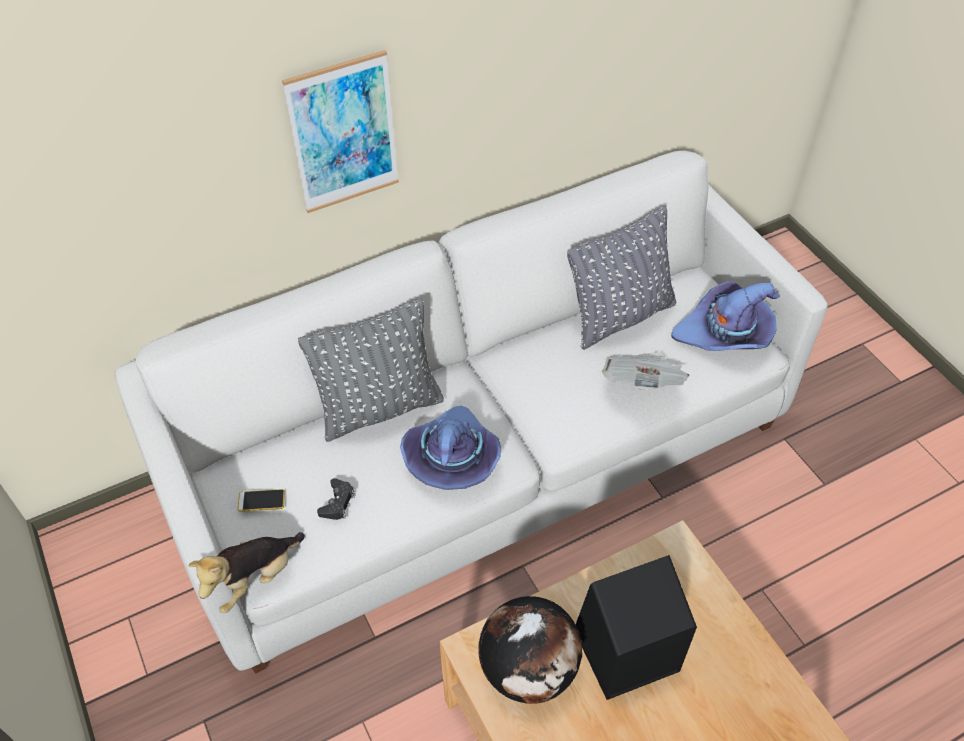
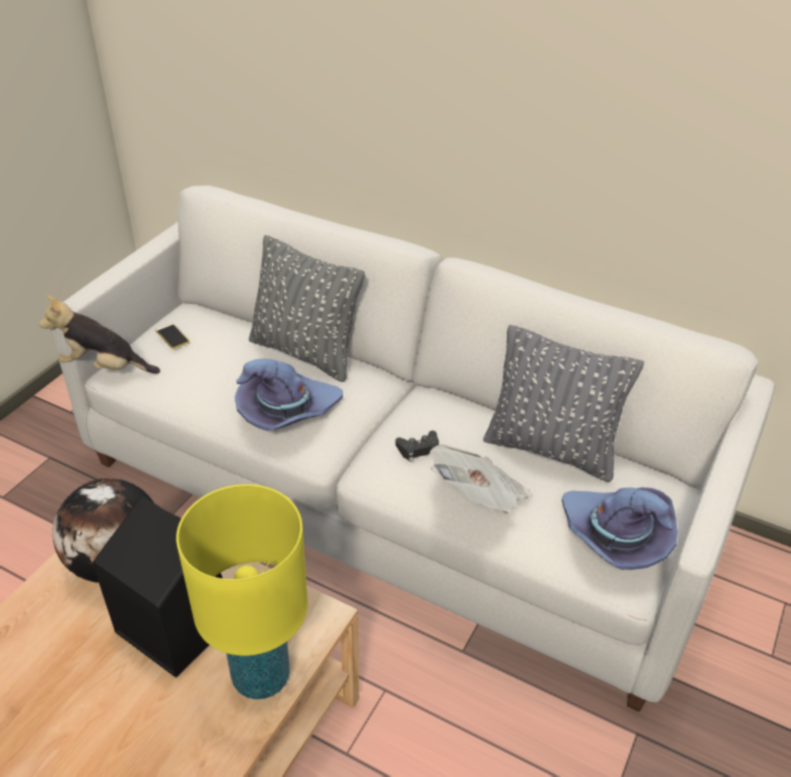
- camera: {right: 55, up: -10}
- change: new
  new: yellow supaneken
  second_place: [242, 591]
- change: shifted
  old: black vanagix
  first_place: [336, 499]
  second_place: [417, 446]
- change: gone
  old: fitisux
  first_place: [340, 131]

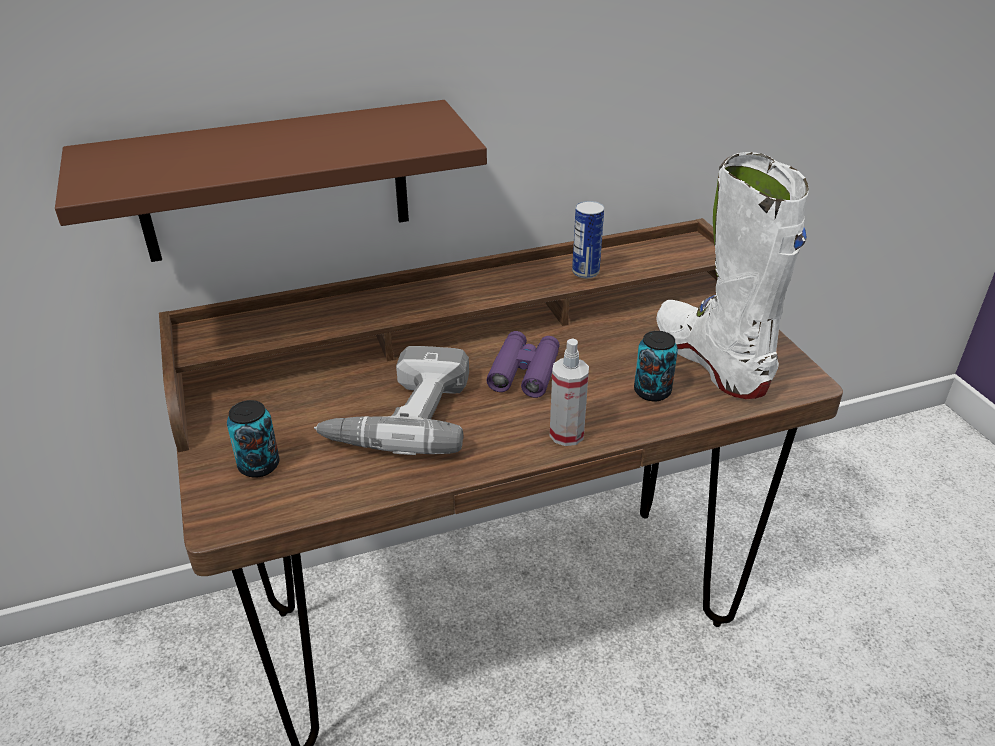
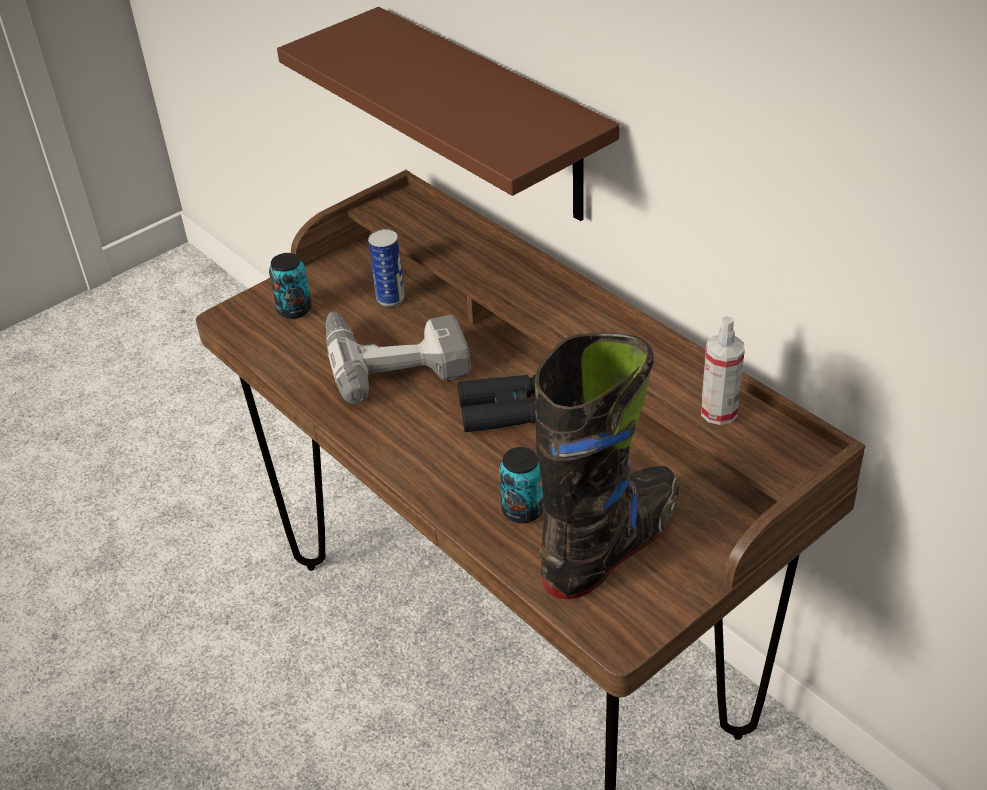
- camera: {right: 70, up: 5}
- change: shifted
  old: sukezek
  first_place: [588, 239]
  second_place: [386, 268]
- change: repainted
  old: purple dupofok
  new: black dupofok
  first_place: [523, 364]
  second_place: [496, 403]
- change: repainted
  old: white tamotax
  new: black tamotax
  first_place: [732, 275]
  second_place: [607, 465]
- change: shifted
  old: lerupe
  first_place: [569, 392]
  second_place: [723, 371]

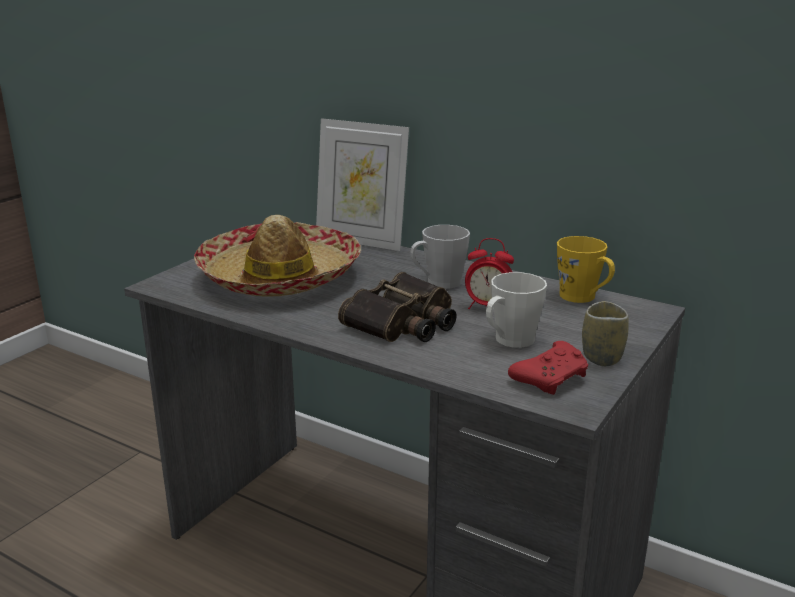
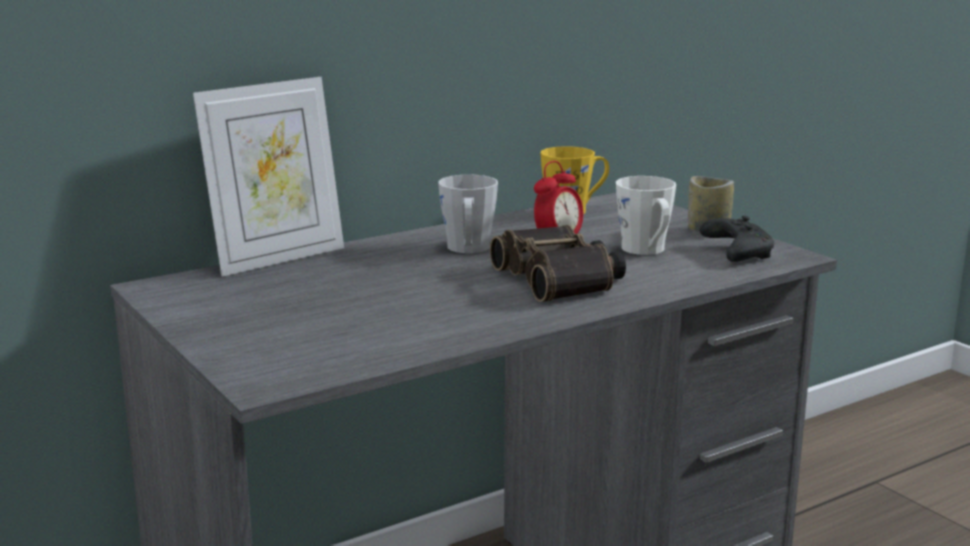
- camera: {right: -65, up: -5}
- change: repainted
  old: red vanagix
  new: black vanagix
  first_place: [548, 368]
  second_place: [737, 238]
- change: gone
  old: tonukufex
  first_place: [277, 255]

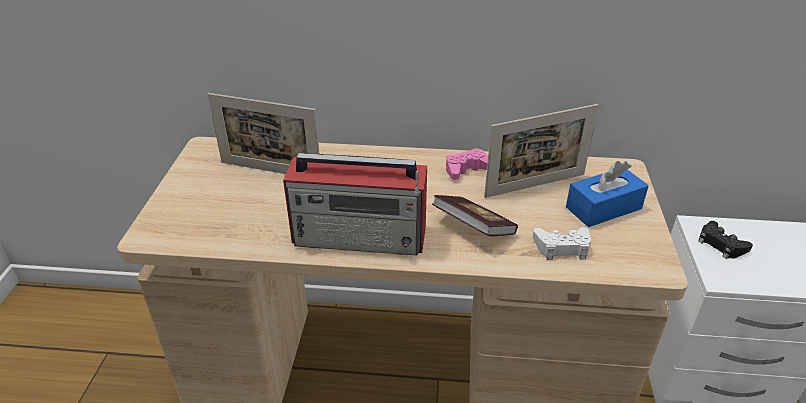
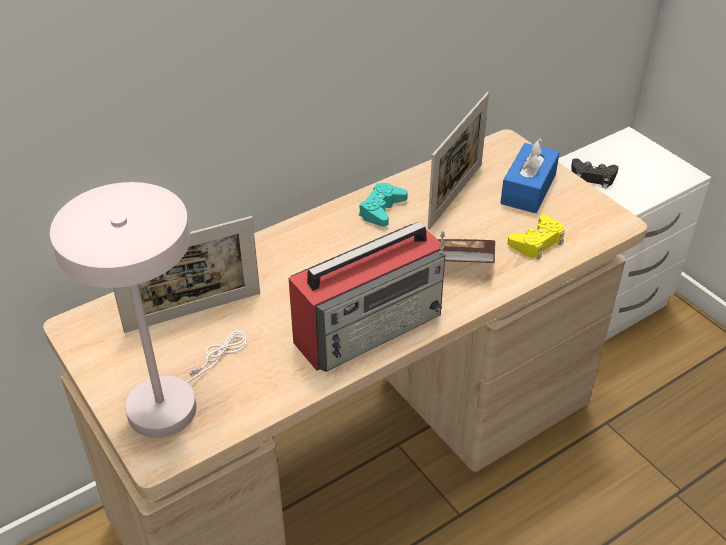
- camera: {right: -40, up: 5}
- change: new
  new: white supaneken
  second_place: [148, 310]
- change: repainted
  old: pink vanagix
  new: turquoise vanagix
  first_place: [467, 164]
  second_place: [383, 205]
- change: repainted
  old: white vanagix
  new: yellow vanagix
  first_place: [562, 243]
  second_place: [536, 237]

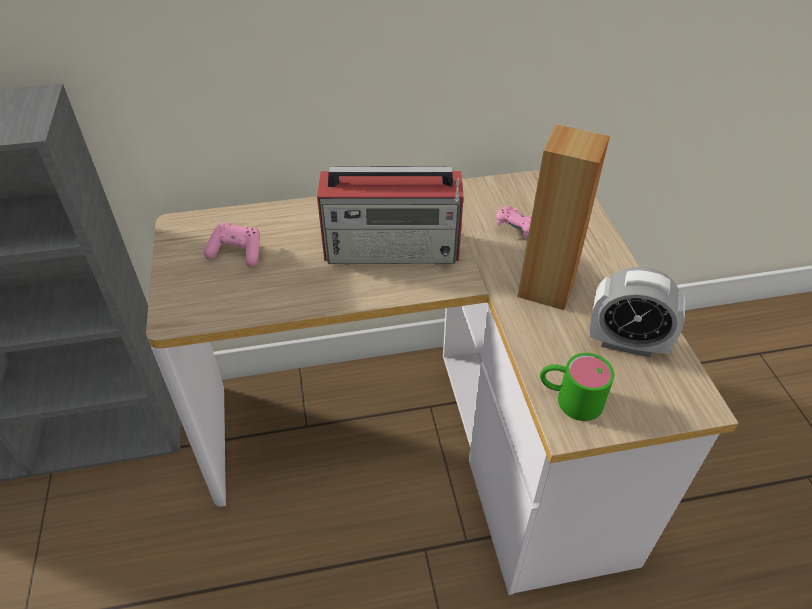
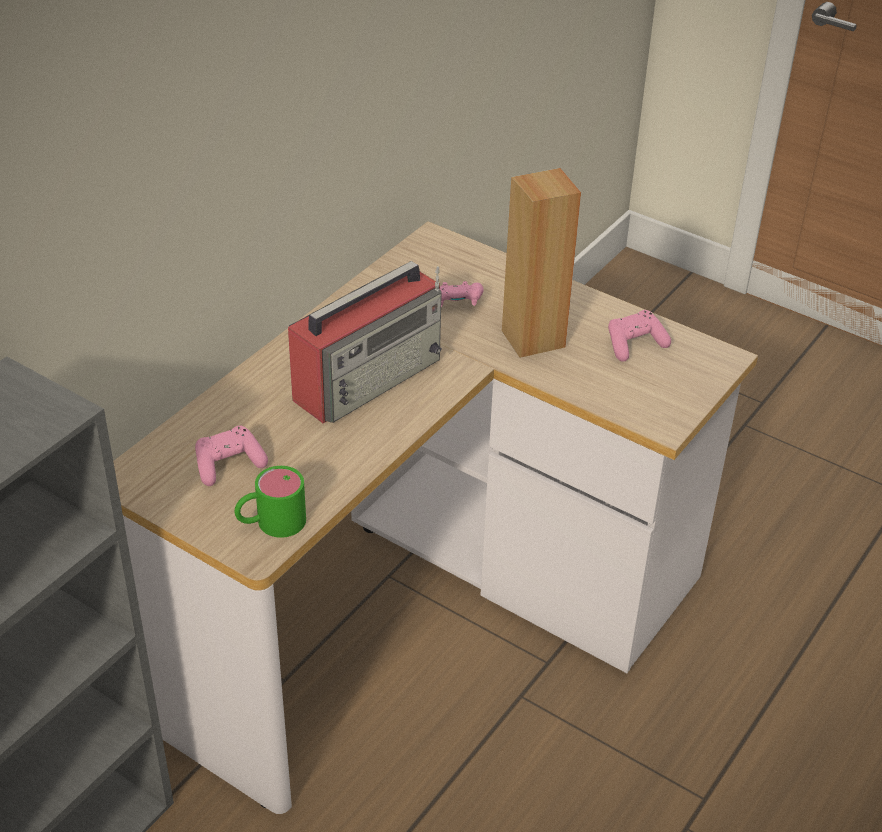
- camera: {right: -45, up: -5}
- change: shifted
  old: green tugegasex
  first_place: [577, 387]
  second_place: [270, 502]
- change: swapped
  old: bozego
  new: pink vanagix
  first_place: [637, 312]
  second_place: [639, 336]

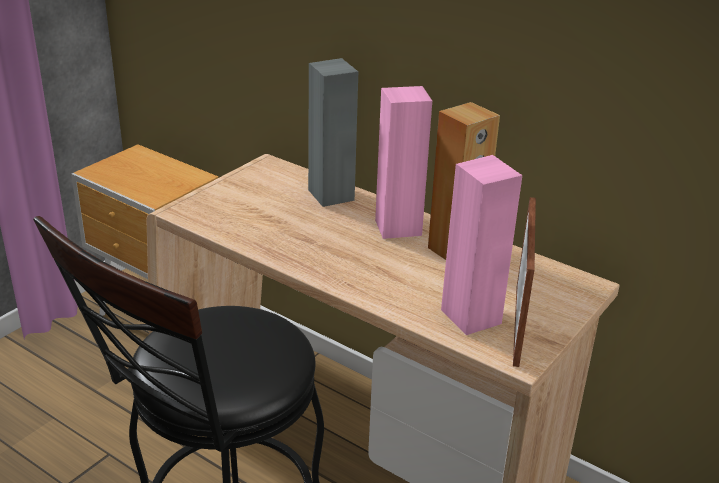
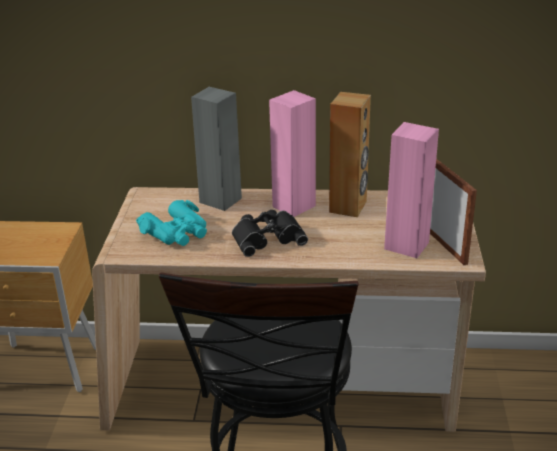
- camera: {right: -30, up: 0}
- change: new
  new: turquoise dupofok
  second_place: [171, 223]
- change: new
  new: black dupofok
  second_place: [270, 233]

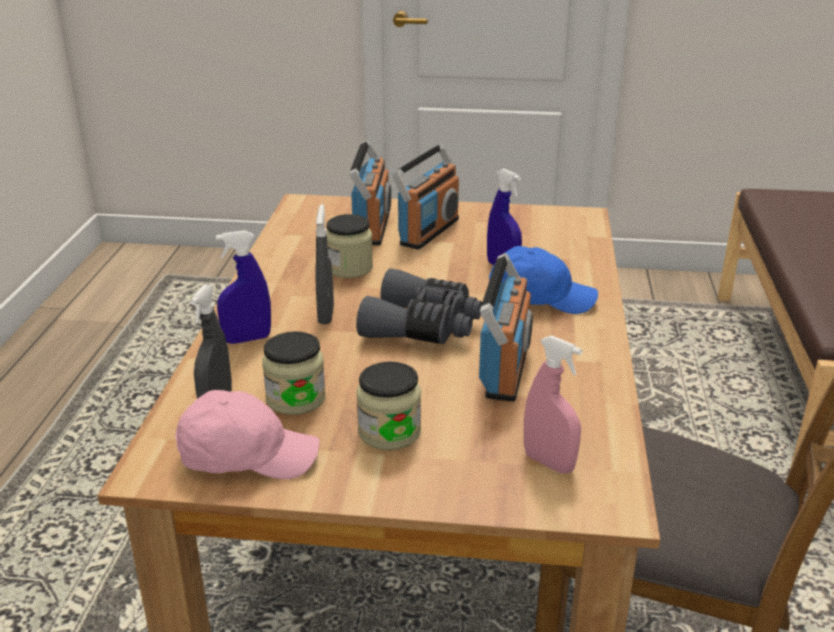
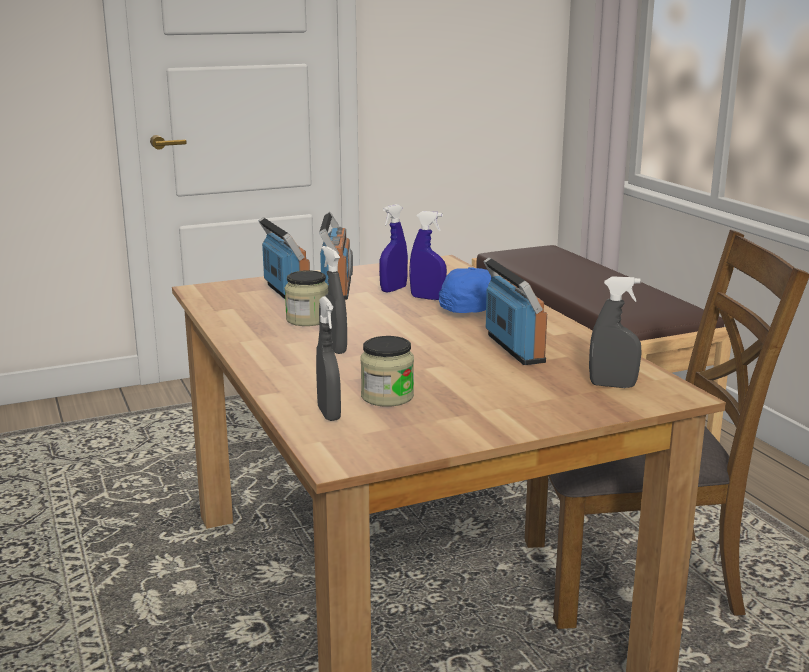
- camera: {right: -30, up: -10}
- change: shifted
  old: blue lerupe
  first_place: [243, 287]
  second_place: [393, 248]
- change: repainted
  old: pink lerupe
  new: grey lerupe
  first_place: [553, 404]
  second_place: [615, 332]
- change: gone
  old: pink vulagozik
  first_place: [247, 434]
- change: gone
  old: grey dupofok
  first_place: [419, 306]
- change: gone
  old: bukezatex
  first_place: [388, 406]

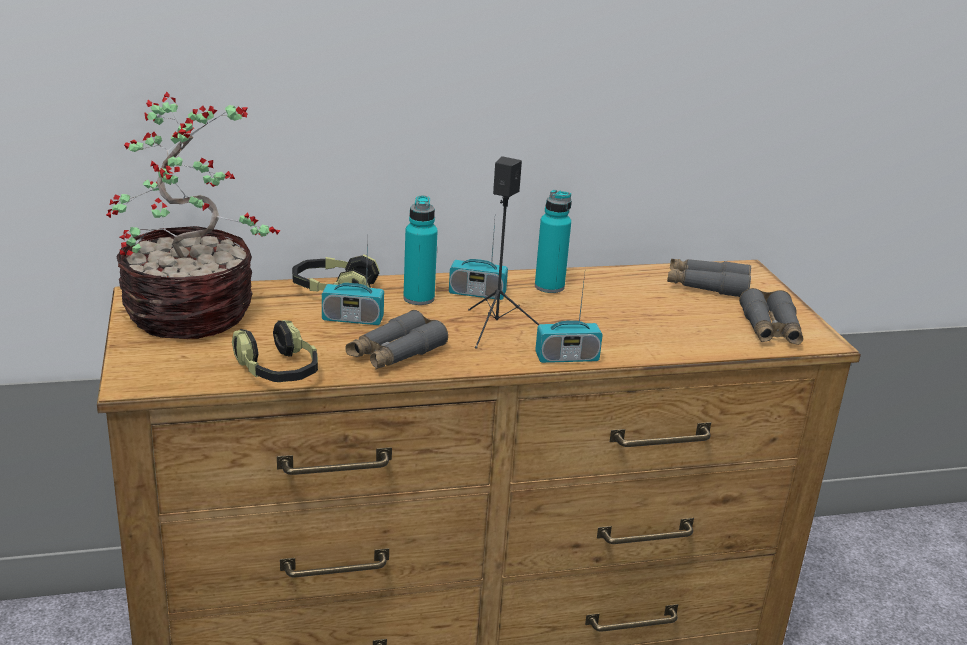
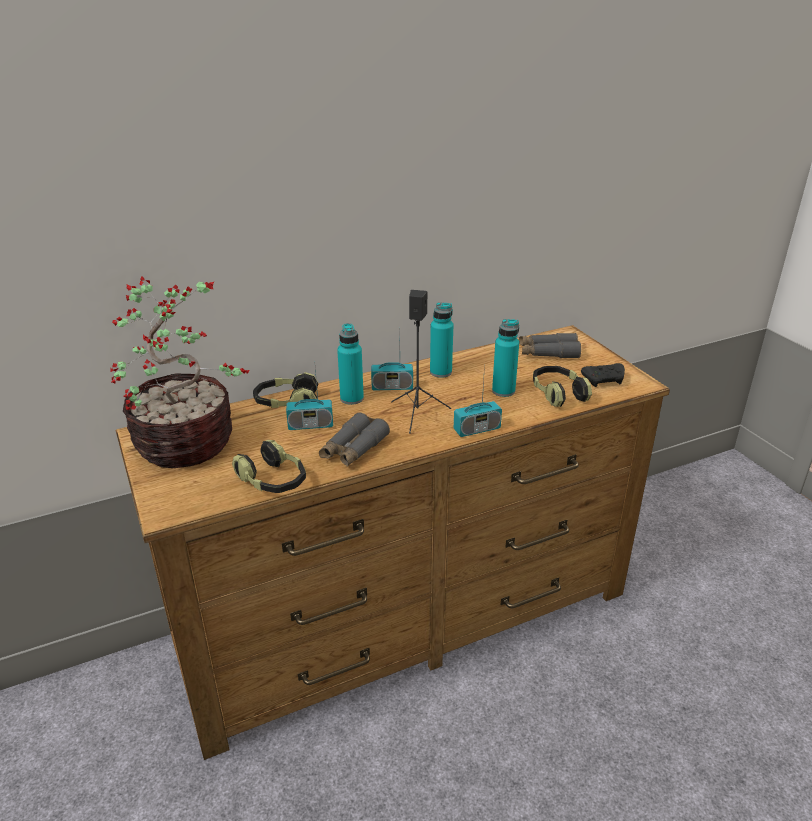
- camera: {right: -10, up: 5}
- change: new
  new: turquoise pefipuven
  second_place: [505, 358]
- change: new
  new: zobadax
  second_place: [562, 386]
- change: swapped
  old: grey dupofok
  new: black vanagix
  first_place: [771, 316]
  second_place: [603, 375]

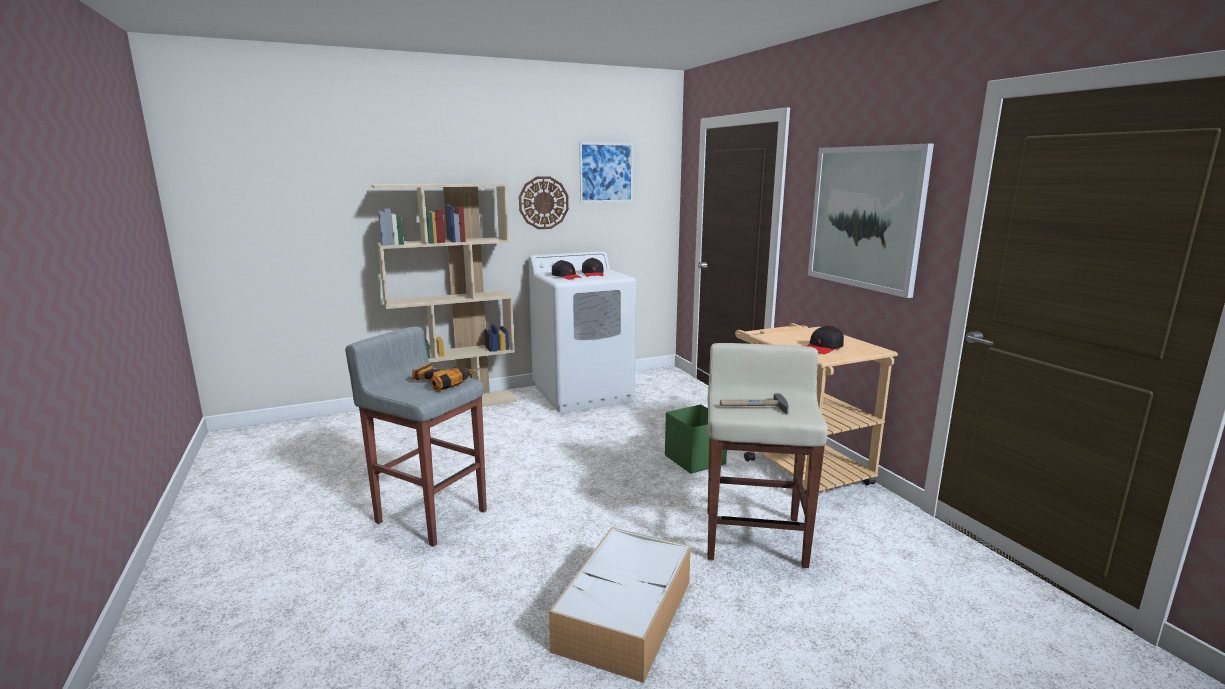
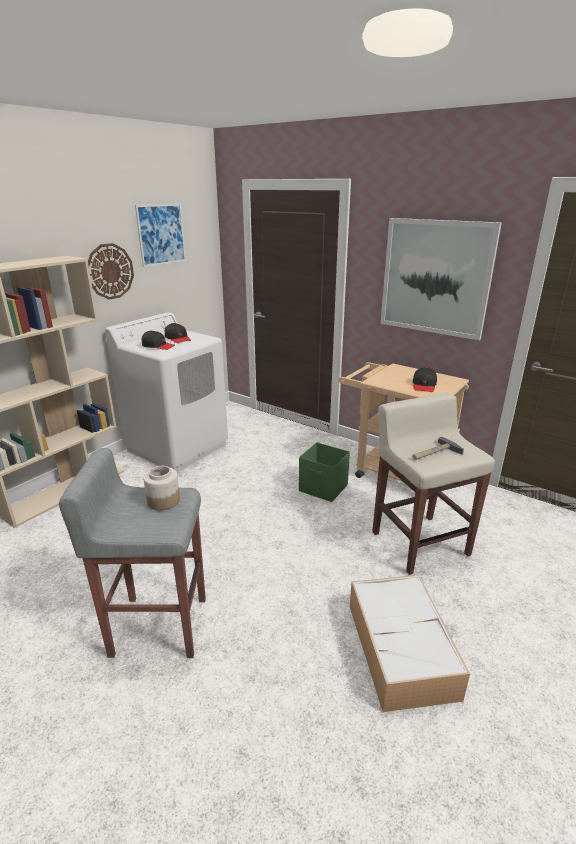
- camera: {right: -30, up: 10}
- change: swapped
  old: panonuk
  new: bukezatex
  first_place: [446, 377]
  second_place: [161, 488]

